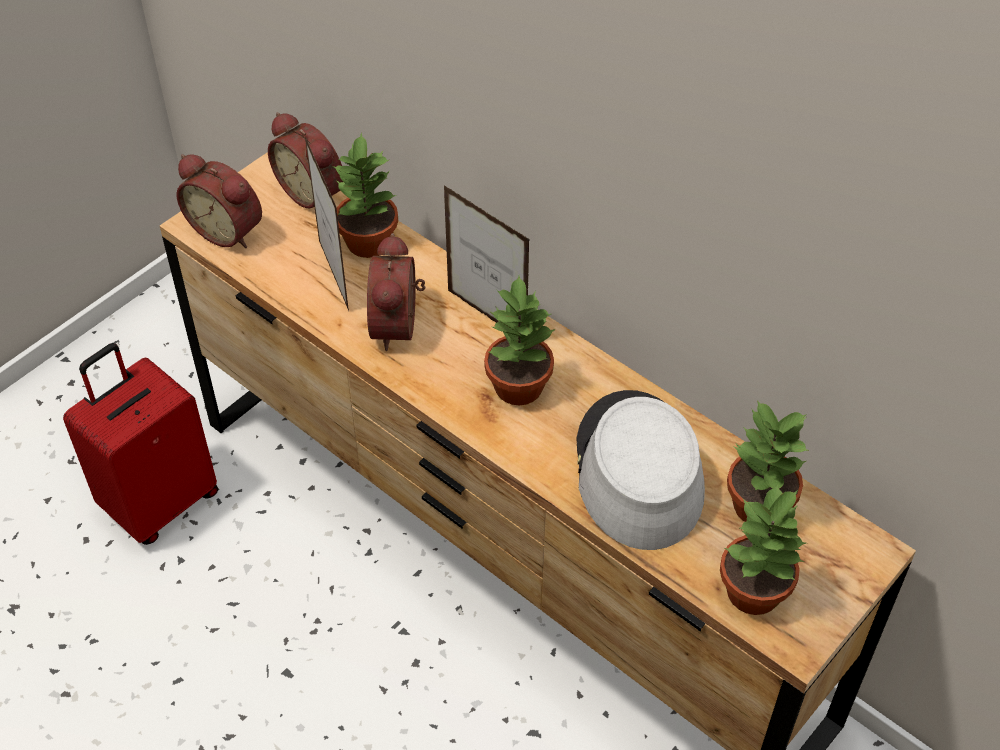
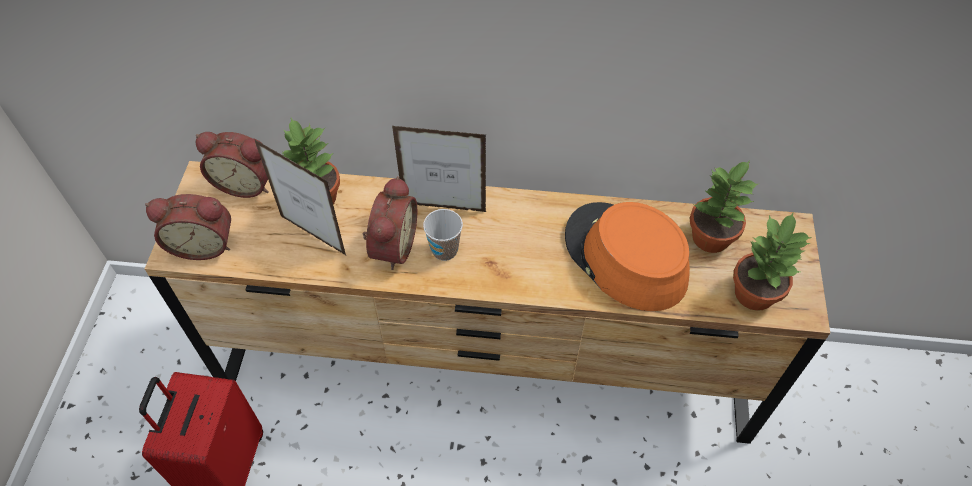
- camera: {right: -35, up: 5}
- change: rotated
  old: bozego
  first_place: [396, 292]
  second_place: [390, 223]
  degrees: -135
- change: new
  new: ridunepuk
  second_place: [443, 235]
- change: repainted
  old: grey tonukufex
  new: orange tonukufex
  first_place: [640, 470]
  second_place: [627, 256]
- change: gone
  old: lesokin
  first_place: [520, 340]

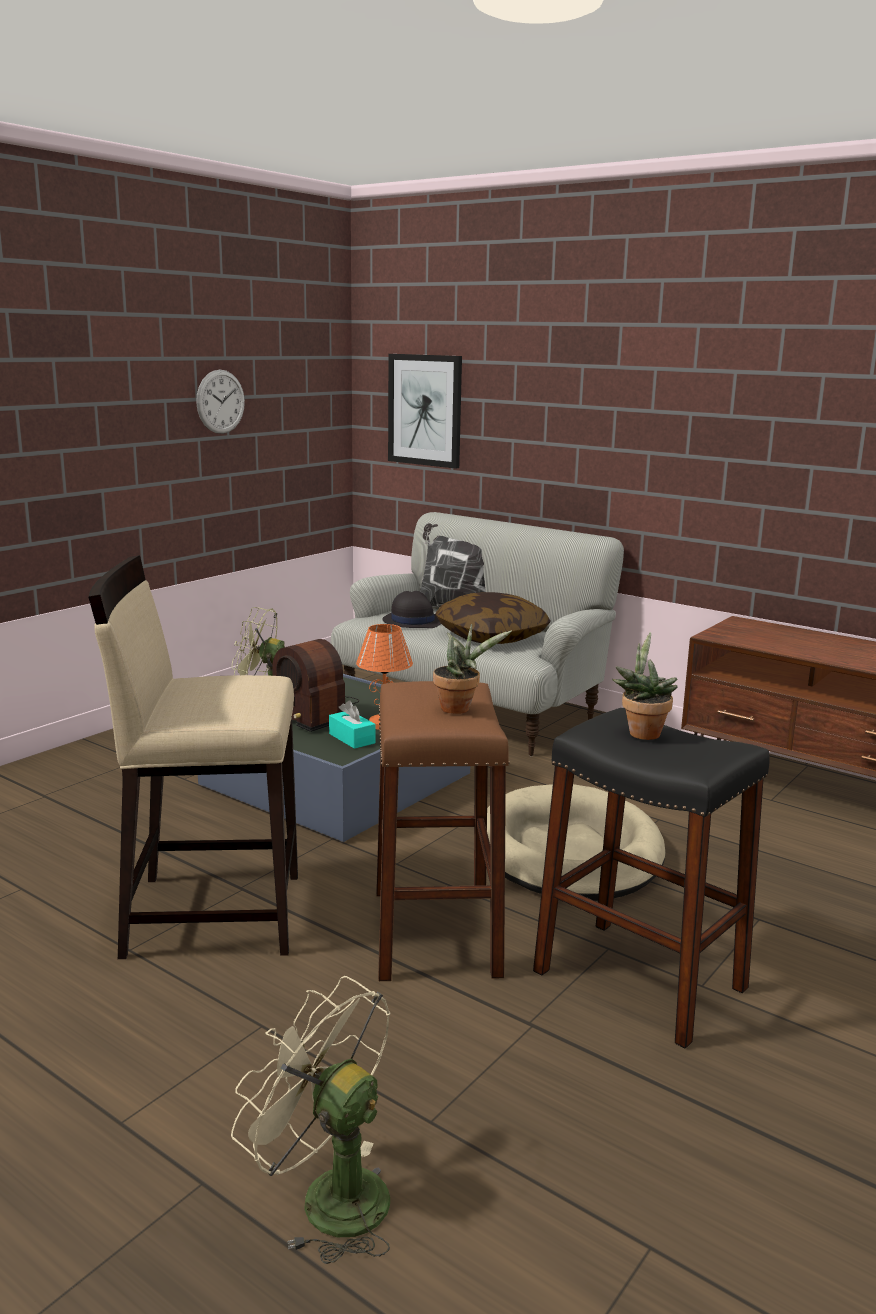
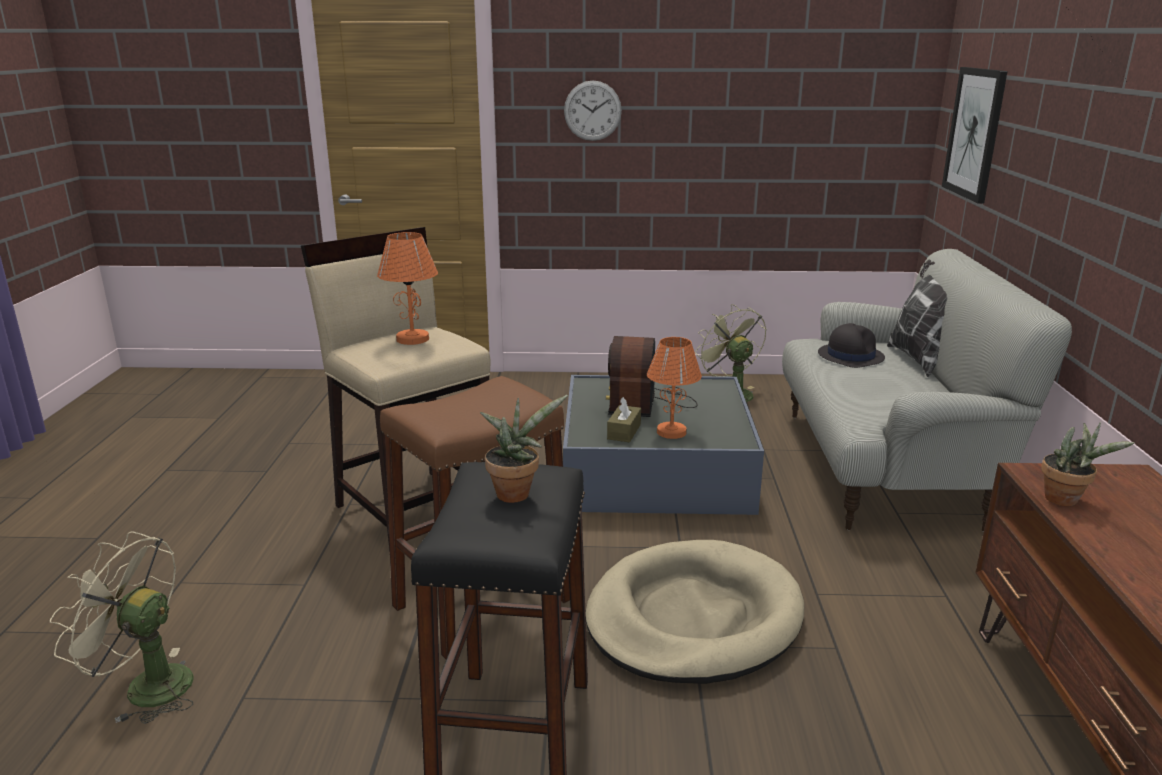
- camera: {right: 55, up: 5}
- change: rotated
  old: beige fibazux
  first_place: [310, 1120]
  second_place: [122, 627]
  degrees: -75
- change: new
  new: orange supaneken
  second_place: [407, 288]
- change: shifted
  old: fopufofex
  first_place: [220, 402]
  second_place: [593, 111]
- change: repainted
  old: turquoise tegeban
  new: brown tegeban
  first_place: [352, 725]
  second_place: [624, 419]
- change: shifted
  old: lesokin
  first_place: [472, 669]
  second_place: [1087, 464]
- change: gone
  old: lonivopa
  first_place: [493, 618]

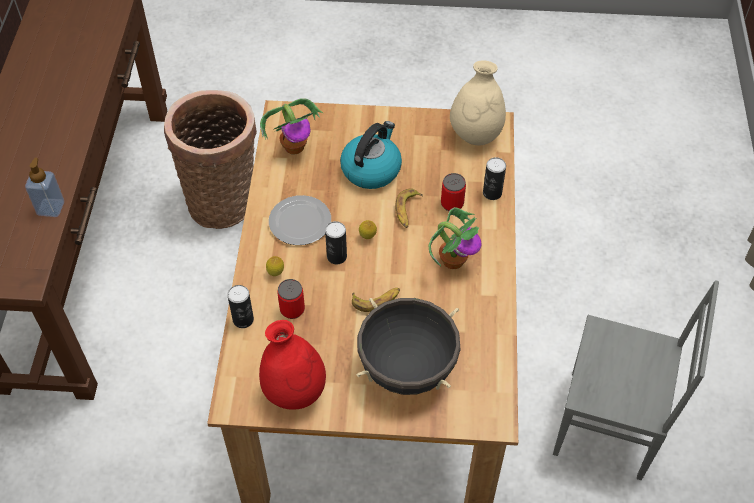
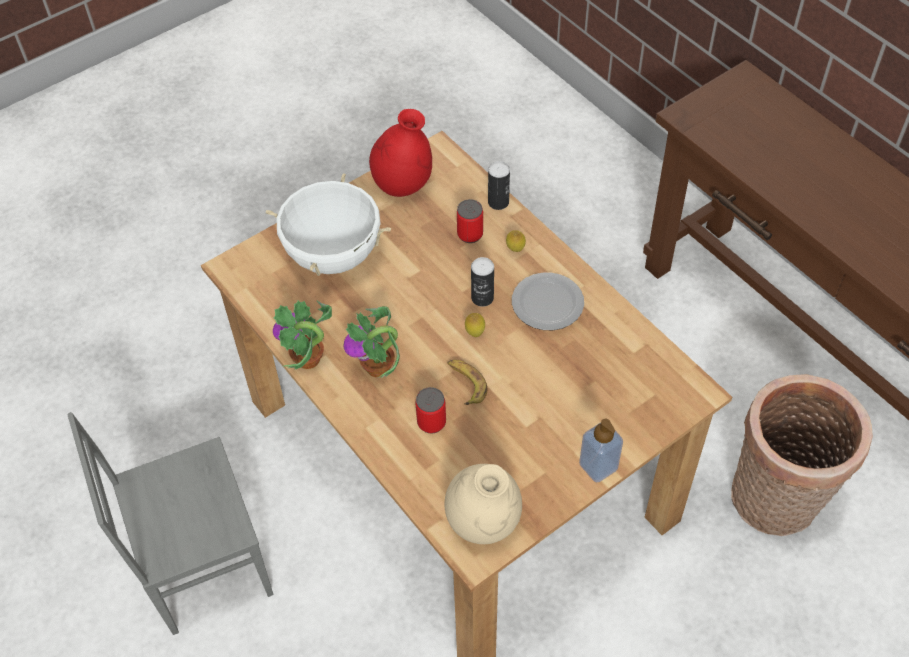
- camera: {right: 140, up: 0}
- change: repainted
  old: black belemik
  new: white belemik
  first_place: [408, 346]
  second_place: [328, 224]
- change: shifted
  old: lesokin
  first_place: [291, 126]
  second_place: [302, 335]
- change: shifted
  old: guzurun
  first_place: [44, 187]
  second_place: [601, 451]
- change: gone
  old: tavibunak
  first_place: [371, 155]
- change: gone
  old: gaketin
  first_place: [376, 300]
- change: gone
  old: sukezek
  first_place: [494, 178]

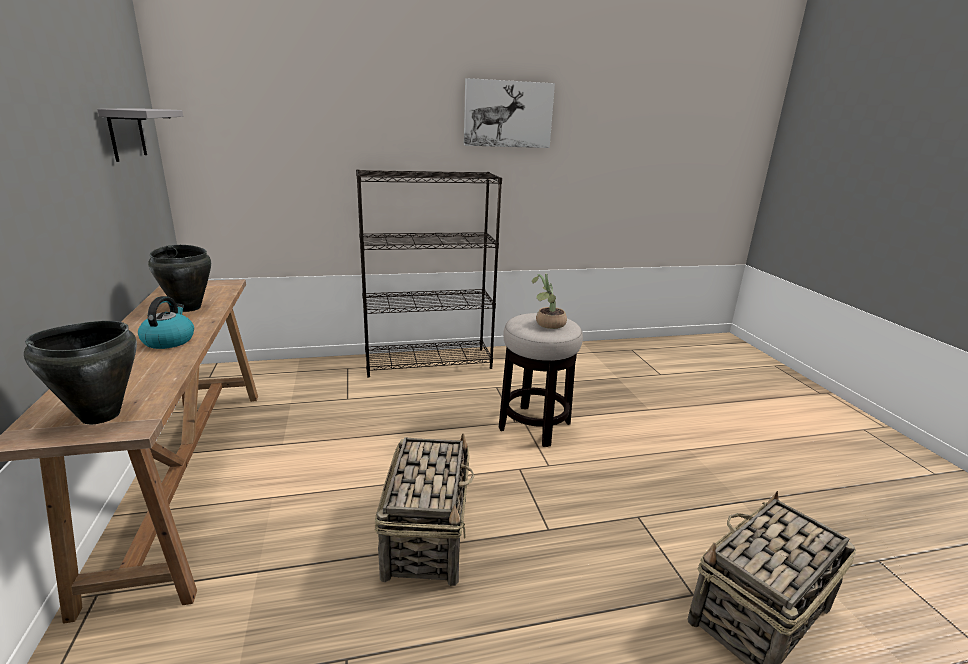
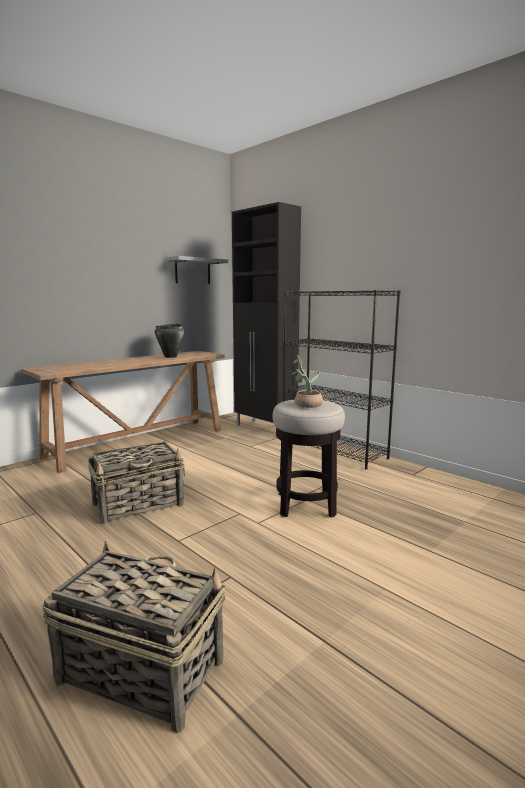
- camera: {right: 60, up: -10}
- change: new
  new: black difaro
  second_place: [266, 314]
- change: gone
  old: black belemik
  first_place: [80, 372]
- change: gone
  old: tavibunak
  first_place: [166, 322]
- change: gone
  old: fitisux
  first_place: [509, 113]

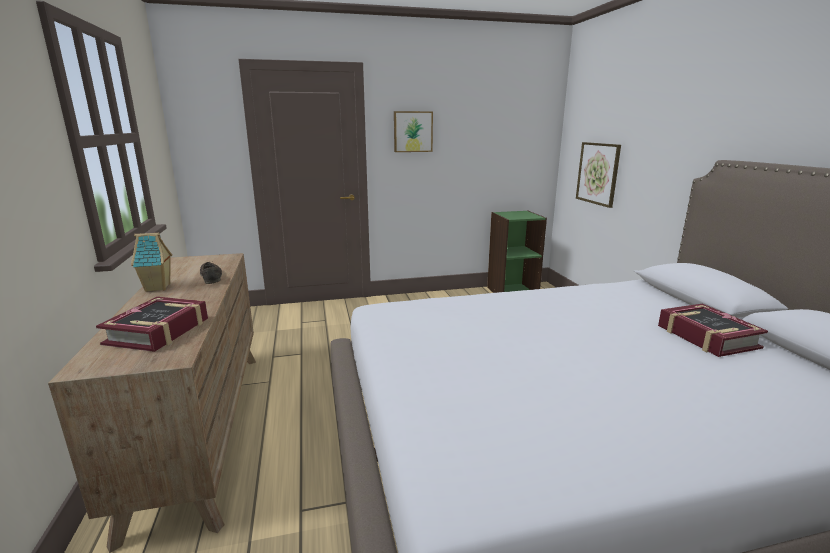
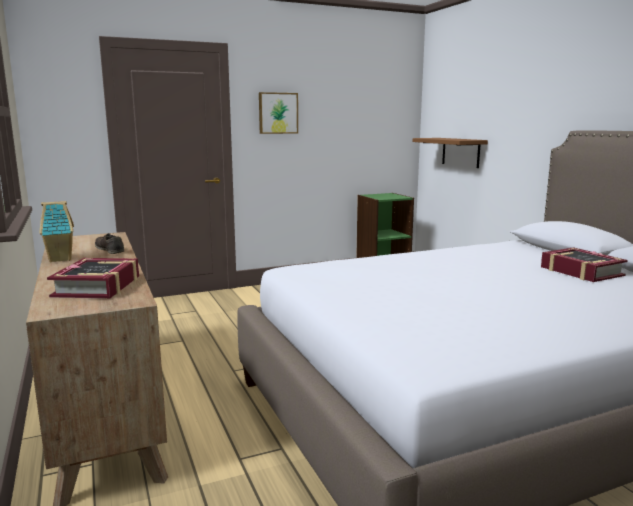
- camera: {right: -10, up: -5}
- change: swapped
  old: fitisux
  new: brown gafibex
  first_place: [598, 175]
  second_place: [450, 153]

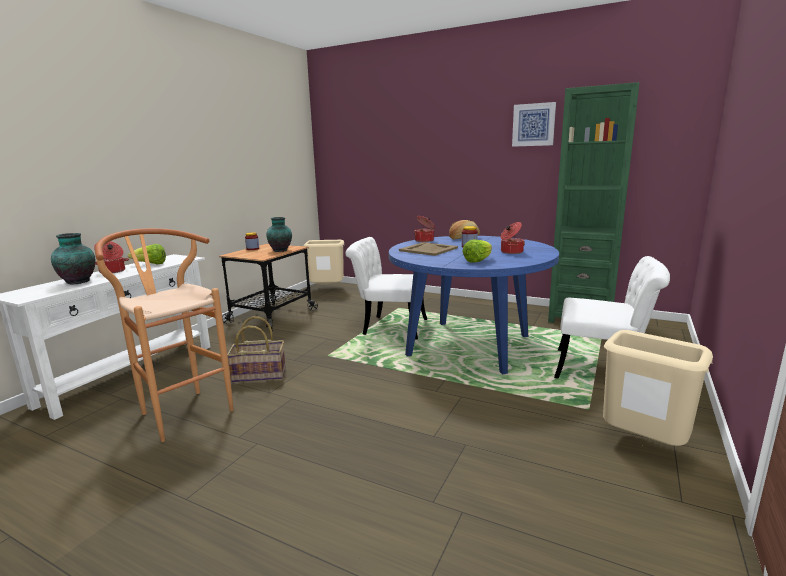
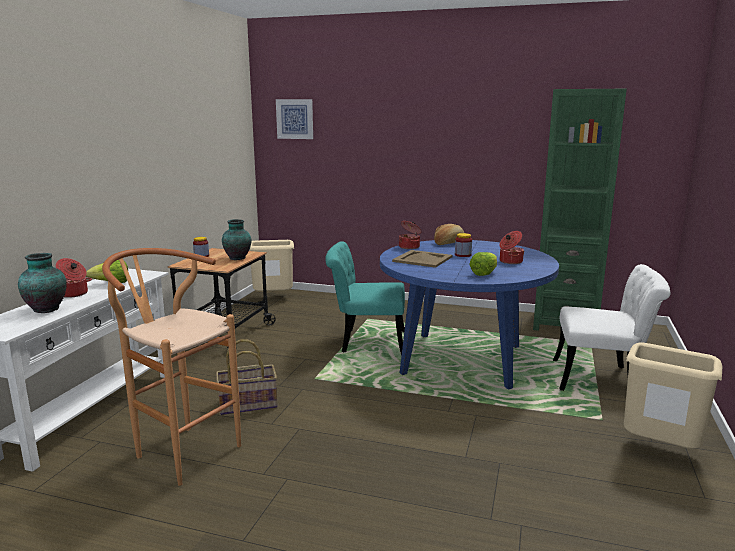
- camera: {right: -10, up: 0}
- change: shifted
  old: fitisux
  first_place: [534, 124]
  second_place: [294, 119]
- change: repainted
  old: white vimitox
  new: turquoise vimitox
  first_place: [386, 288]
  second_place: [365, 298]

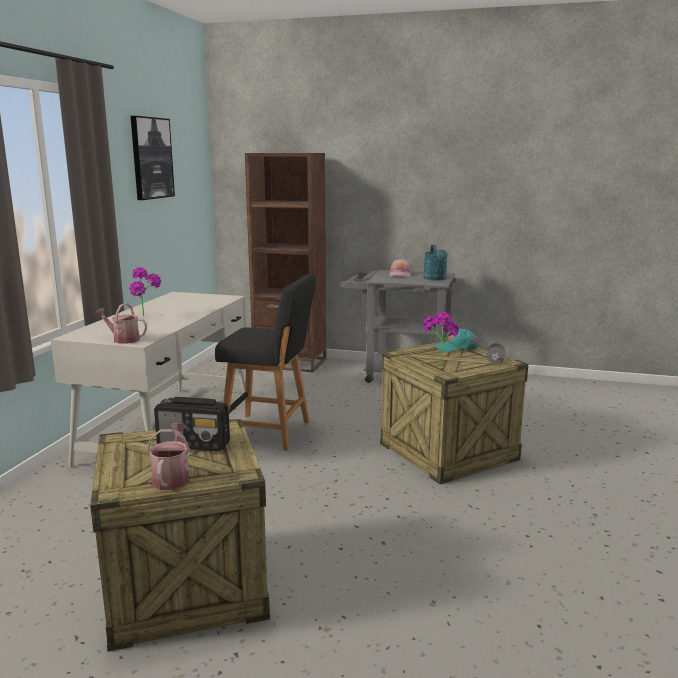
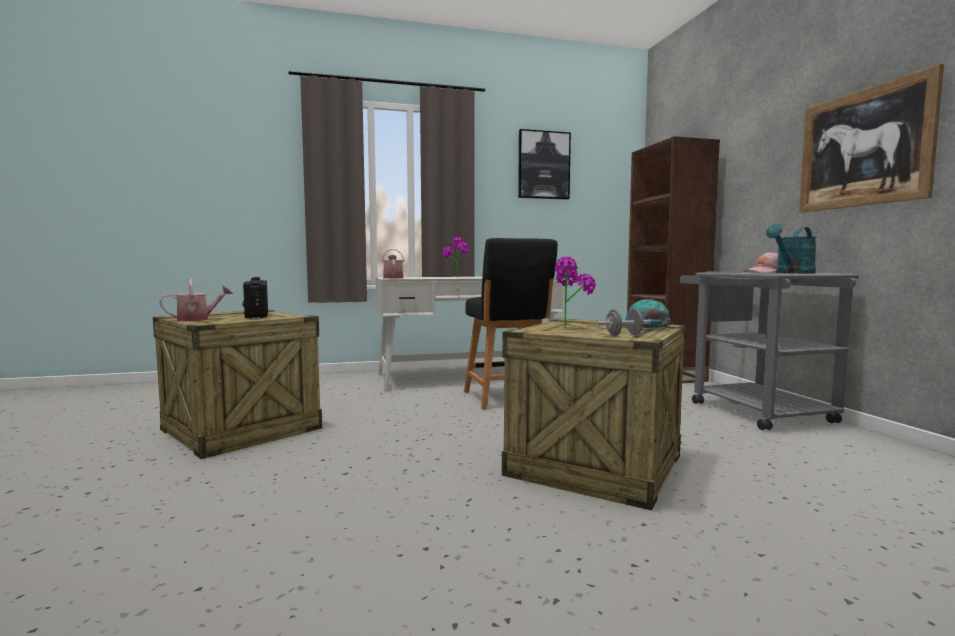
- camera: {right: 60, up: -10}
- change: new
  new: fitisux
  second_place: [871, 138]

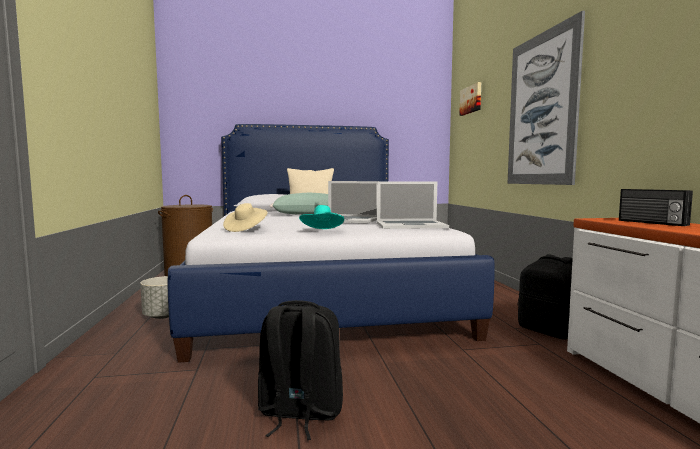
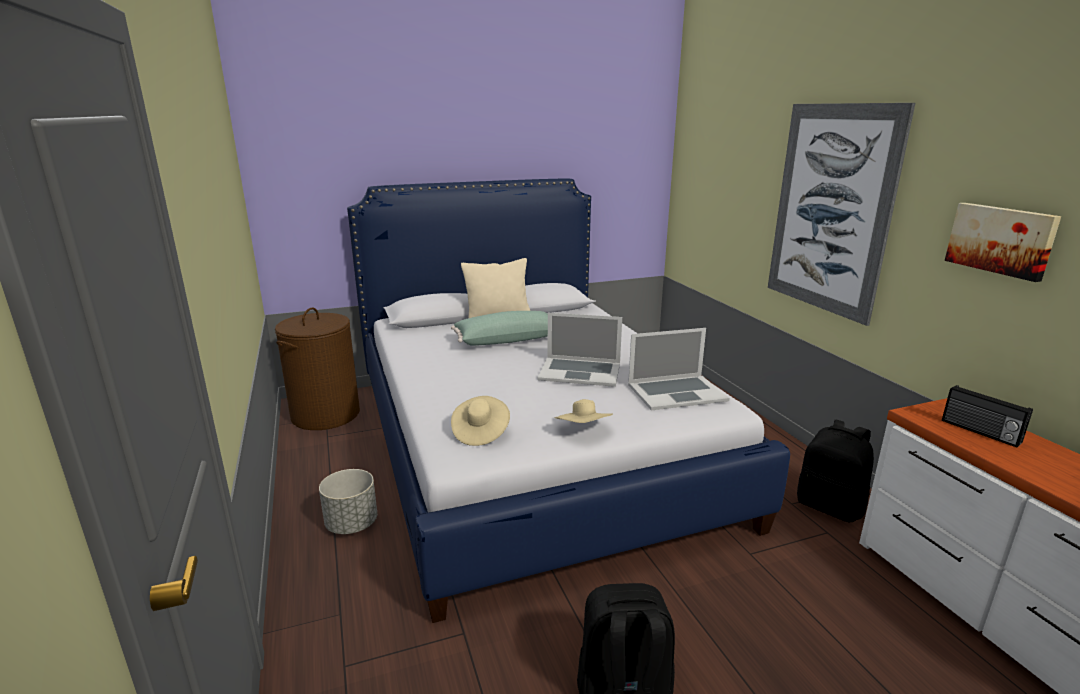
- camera: {right: -10, up: 15}
- change: repainted
  old: turquoise tonukufex
  new: beige tonukufex
  first_place: [321, 217]
  second_place: [584, 411]
- change: shifted
  old: fitisux
  first_place: [470, 99]
  second_place: [1003, 242]

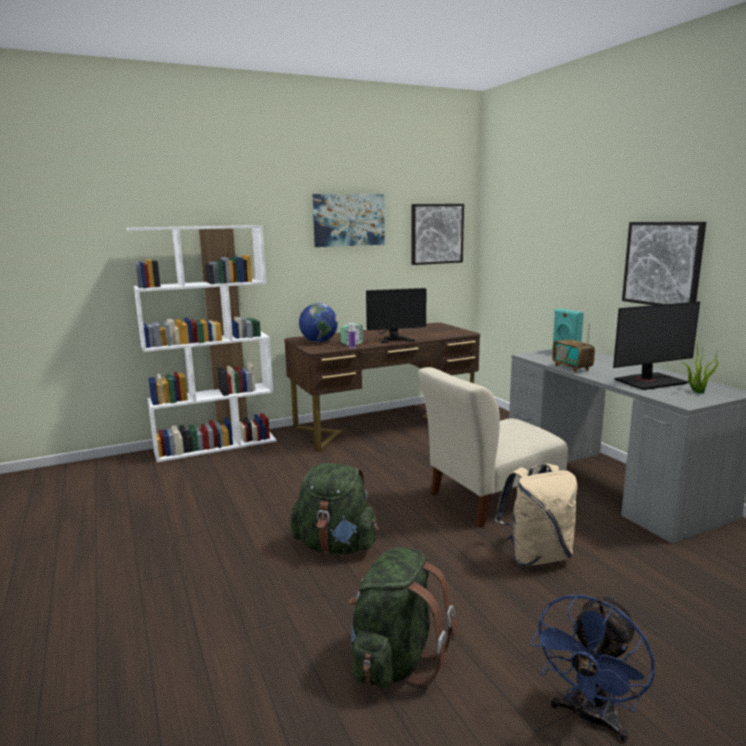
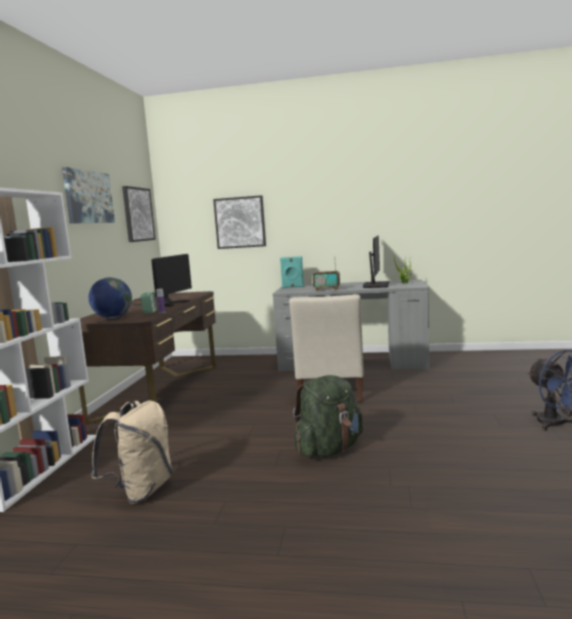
- camera: {right: -55, up: -5}
- change: shifted
  old: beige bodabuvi
  first_place: [536, 514]
  second_place: [132, 452]
- change: shifted
  old: fitisux
  first_place: [664, 263]
  second_place: [239, 222]
- change: gone
  old: green bodabuvi
  first_place: [402, 617]

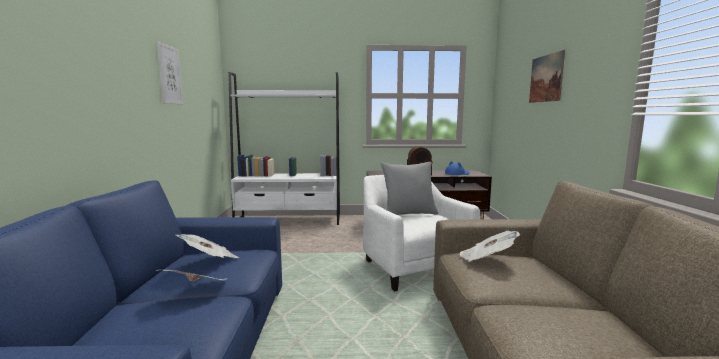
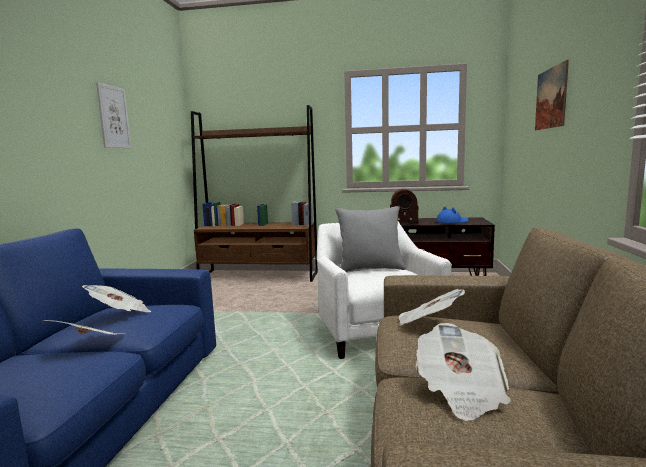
- camera: {right: 10, up: 0}
- change: repainted
  old: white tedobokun
  new: brown tedobokun
  first_place: [284, 148]
  second_place: [254, 193]
- change: new
  new: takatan
  second_place: [463, 372]

